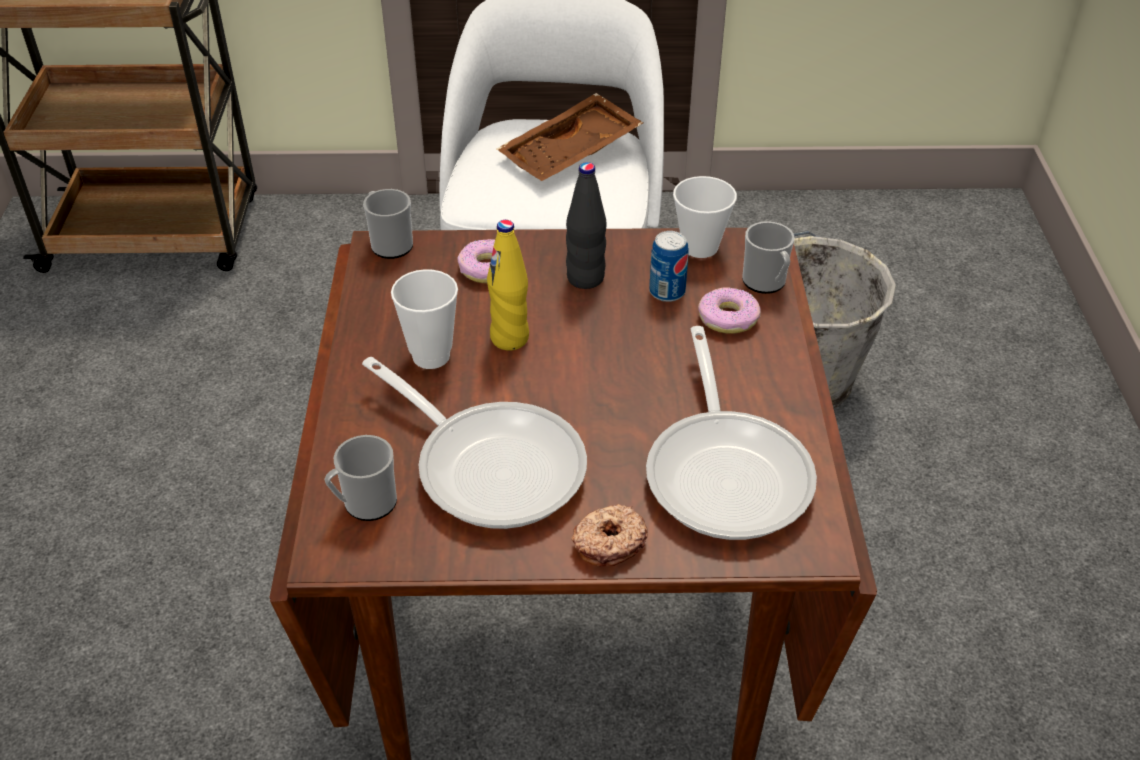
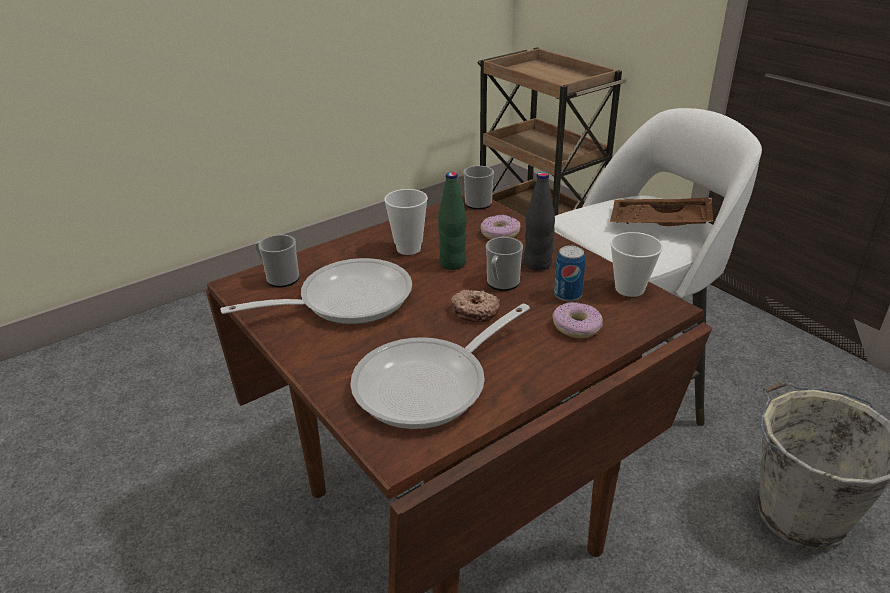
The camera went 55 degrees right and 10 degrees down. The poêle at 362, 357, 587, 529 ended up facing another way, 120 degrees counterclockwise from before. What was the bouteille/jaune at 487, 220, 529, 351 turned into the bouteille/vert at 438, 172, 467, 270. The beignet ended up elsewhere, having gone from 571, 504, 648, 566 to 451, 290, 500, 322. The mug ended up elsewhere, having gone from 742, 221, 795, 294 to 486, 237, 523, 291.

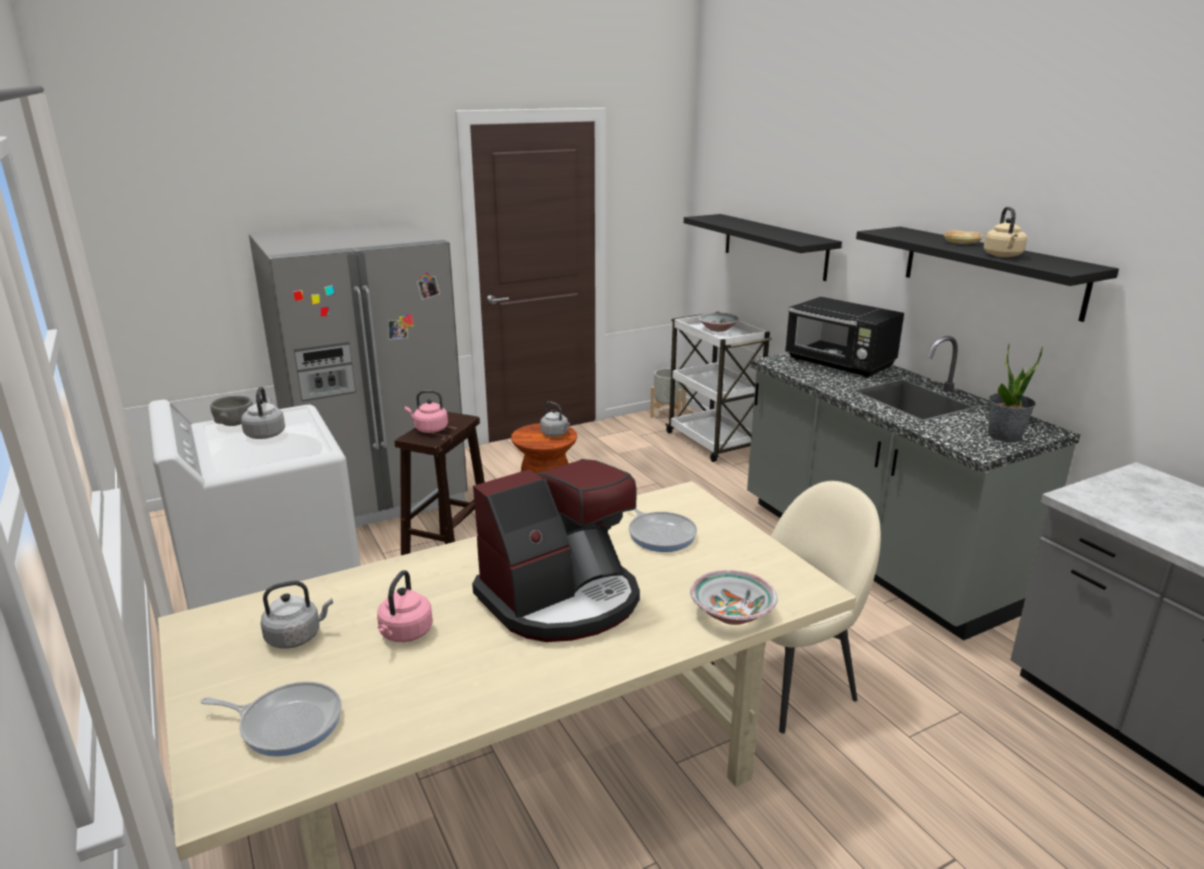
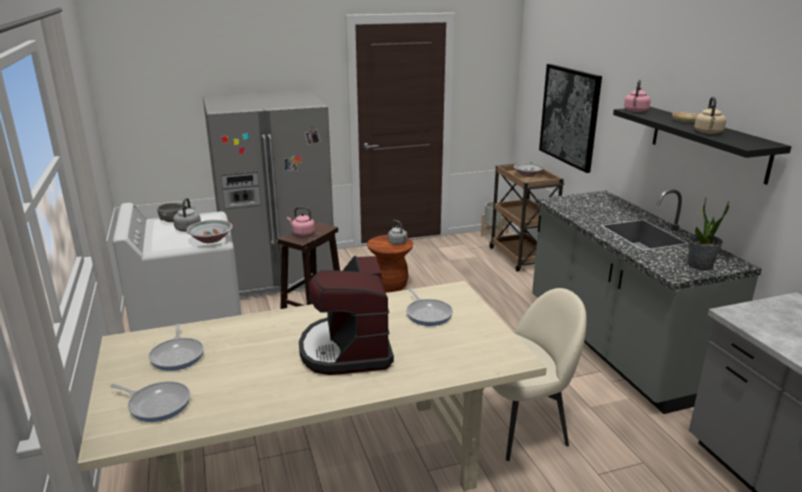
The camera went 10 degrees right and 0 degrees up. Where the bouilloire/gris stood at 261, 581, 333, 649, the poêle came to stand at 149, 324, 204, 371. The bouilloire/rose ended up elsewhere, having gone from 377, 570, 433, 642 to 624, 80, 651, 112. The machine à café at 472, 459, 640, 642 ended up facing another way, 105 degrees clockwise from before. What was the chariot/blanc at 665, 312, 772, 462 turned into the chariot/marron at 489, 162, 564, 271. Where the étagère/noir hung at 684, 214, 842, 281, the tableau came to hang at 539, 64, 602, 173. The bol ended up elsewhere, having gone from 690, 570, 778, 625 to 186, 220, 233, 243. The second view lost the micro-ondes/noir at 785, 297, 904, 378.

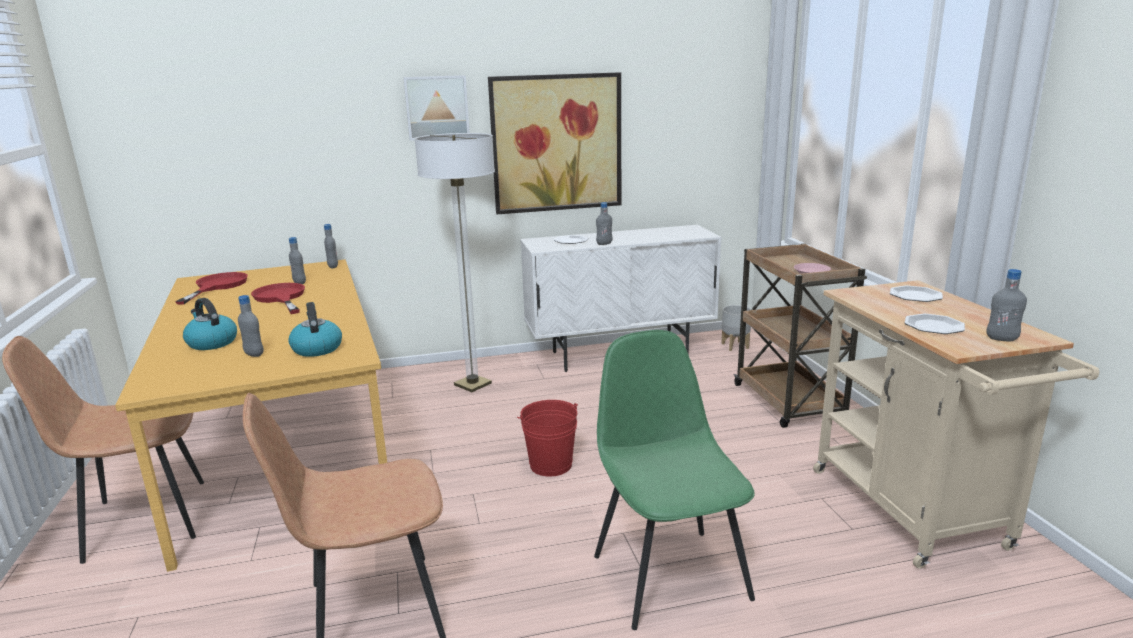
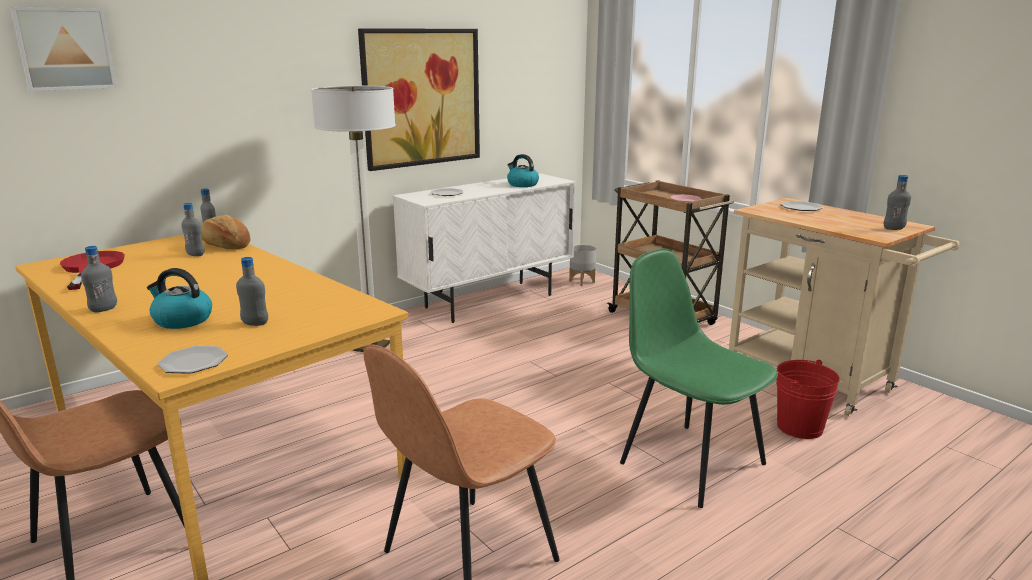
The camera went 25 degrees left and 0 degrees up. The second view lost the poêle/rouge at 251, 283, 305, 314. The bouilloire ended up elsewhere, having gone from 288, 302, 342, 357 to 507, 154, 539, 187. The tableau ended up elsewhere, having gone from 403, 75, 470, 141 to 10, 7, 117, 91. The seau/rouge ended up elsewhere, having gone from 517, 400, 578, 477 to 776, 360, 840, 439. The bouteille/gris ended up elsewhere, having gone from 596, 202, 612, 245 to 81, 246, 117, 313. The assiette ended up elsewhere, having gone from 905, 314, 965, 334 to 157, 346, 228, 374. The second view gained the pain at 201, 215, 251, 250.

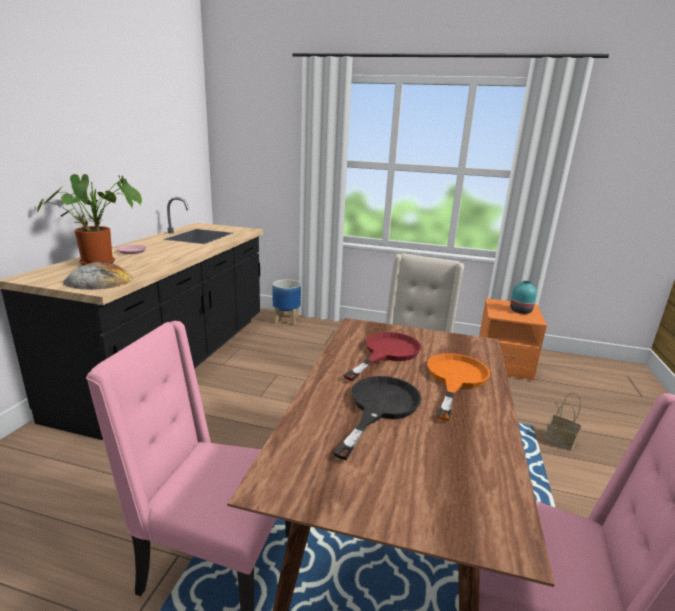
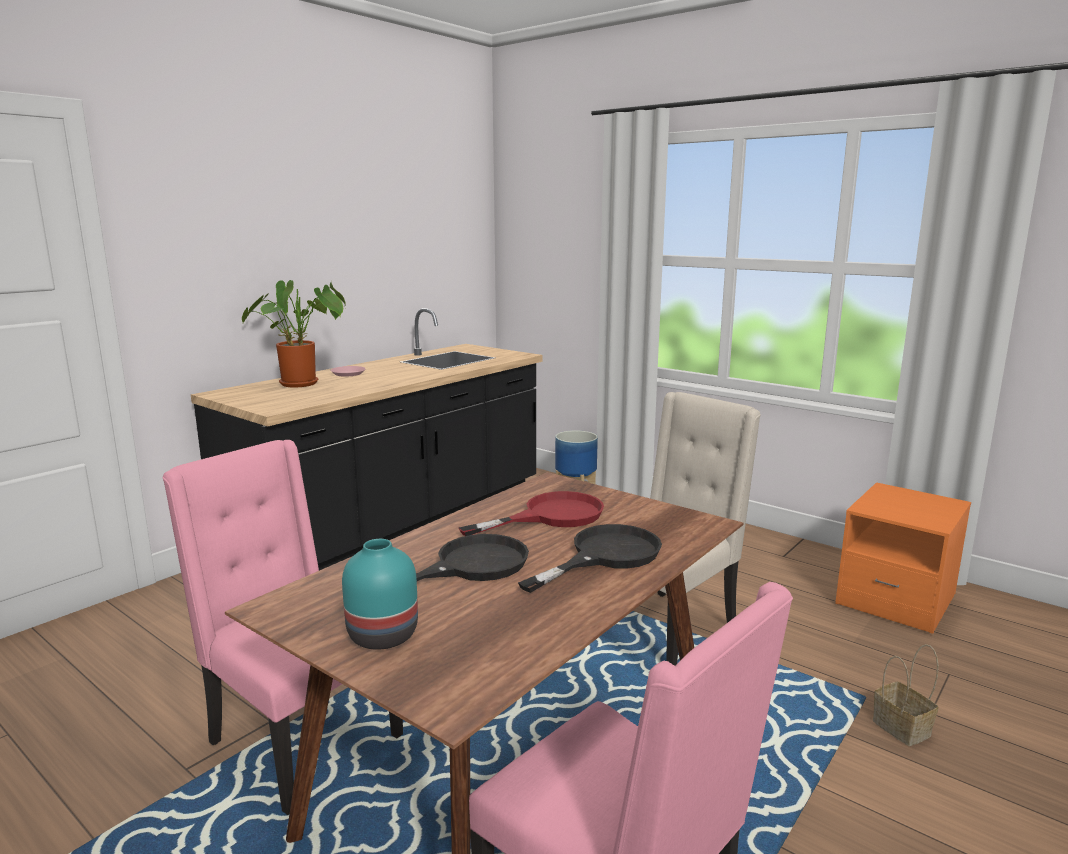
The camera went 25 degrees right and 5 degrees down. The second view lost the pain at 63, 261, 133, 290. What was the poêle/orange at 427, 353, 490, 421 turned into the poêle/noir at 518, 524, 662, 593. The vase/turquoise ended up elsewhere, having gone from 510, 281, 537, 314 to 342, 539, 418, 650.

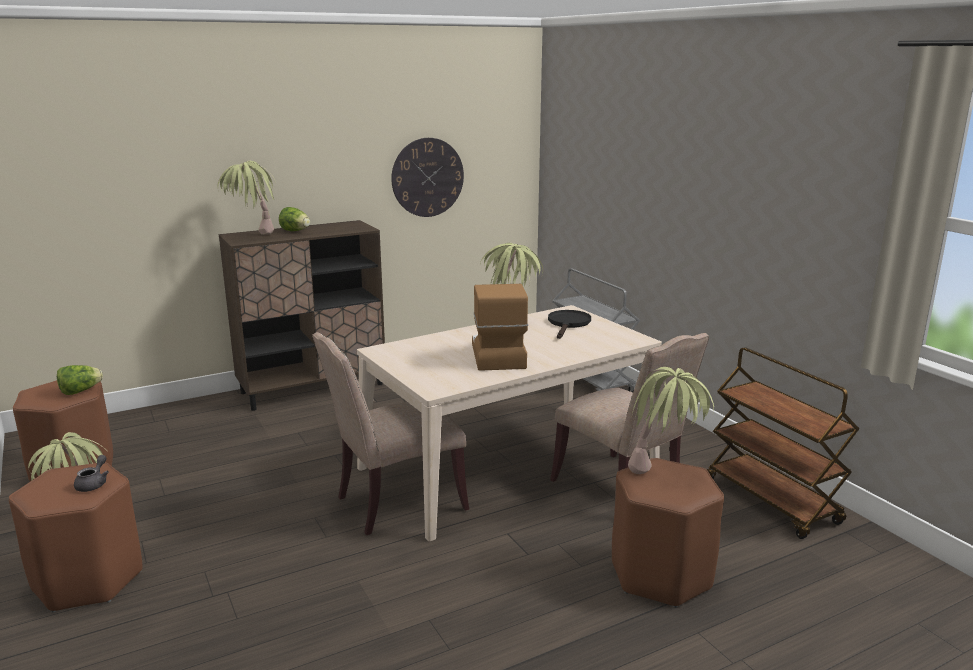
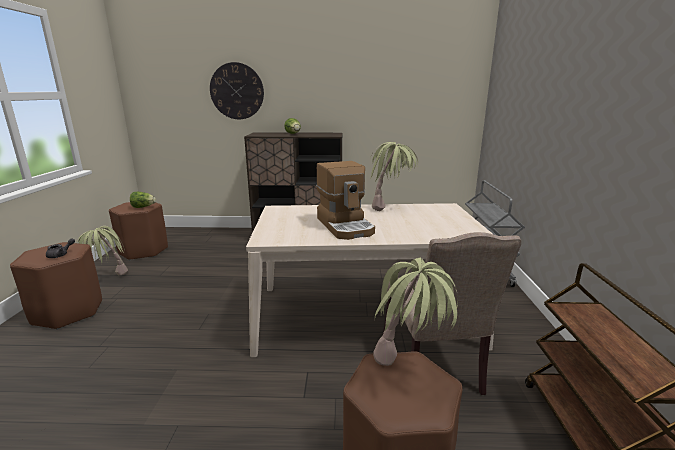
The camera went 30 degrees right and 0 degrees up. The second view lost the plante en pot at 218, 161, 276, 235. The second view lost the chaise/beige at 312, 332, 469, 535. The horloge murale ended up elsewhere, having gone from 391, 138, 464, 217 to 210, 62, 264, 119. The machine à café at 472, 284, 528, 371 ended up facing another way, 135 degrees clockwise from before. The second view lost the poêle/noir at 548, 310, 591, 339.

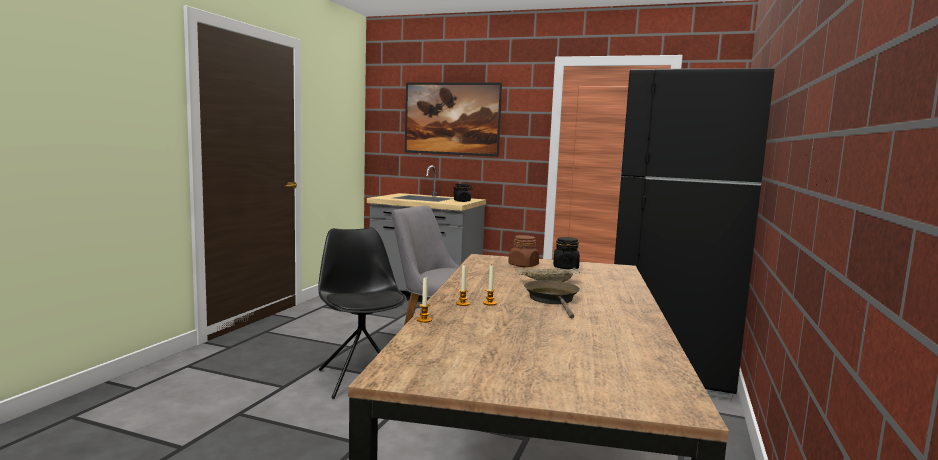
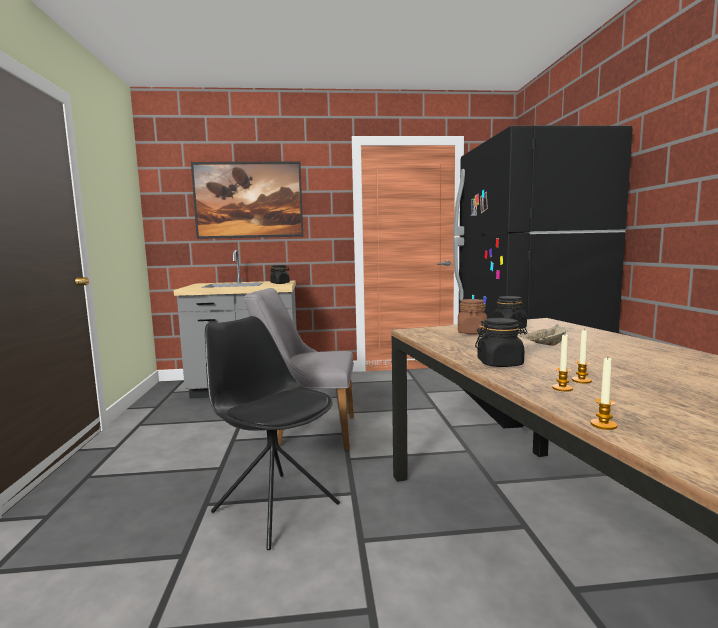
The camera went 25 degrees left and 0 degrees up. The second view lost the poêle/marron at 524, 280, 580, 319. The second view gained the bocal/noir at 475, 318, 527, 367.

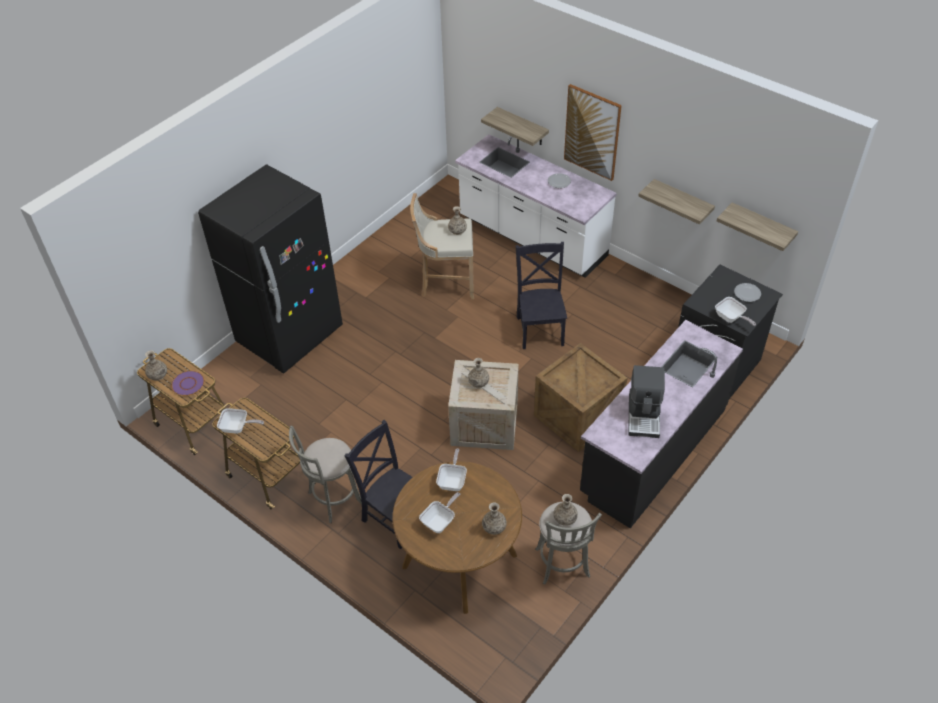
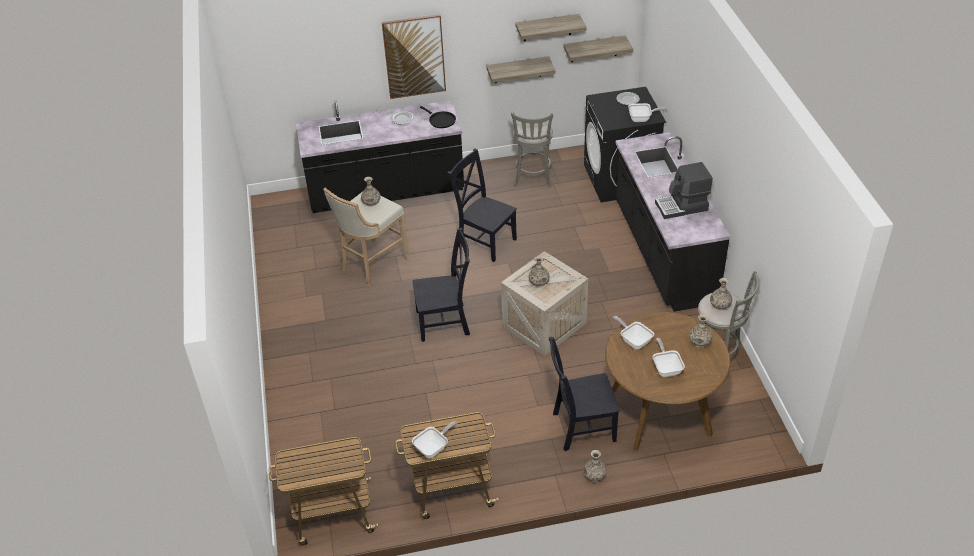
The camera went 50 degrees left and 5 degrees down. The vase ended up elsewhere, having gone from 145, 350, 167, 381 to 583, 450, 607, 482. The second view lost the assiette/violet at 171, 371, 204, 396. The second view lost the réfrigérateur/noir at 198, 165, 343, 374. The tabouret/gris ended up elsewhere, having gone from 289, 426, 362, 523 to 511, 112, 553, 187. What was the comptoir de cuisine/blanc at 455, 134, 617, 278 turned into the comptoir de cuisine/noir at 296, 100, 464, 213. The étagère ended up elsewhere, having gone from 481, 107, 549, 146 to 515, 14, 587, 41. The second view lost the caisse at 534, 343, 628, 452. The machine à café at 628, 365, 665, 438 ended up facing another way, 120 degrees clockwise from before. The second view gained the chaise/noir at 413, 228, 470, 342. The second view gained the poêle/noir at 420, 106, 456, 128.

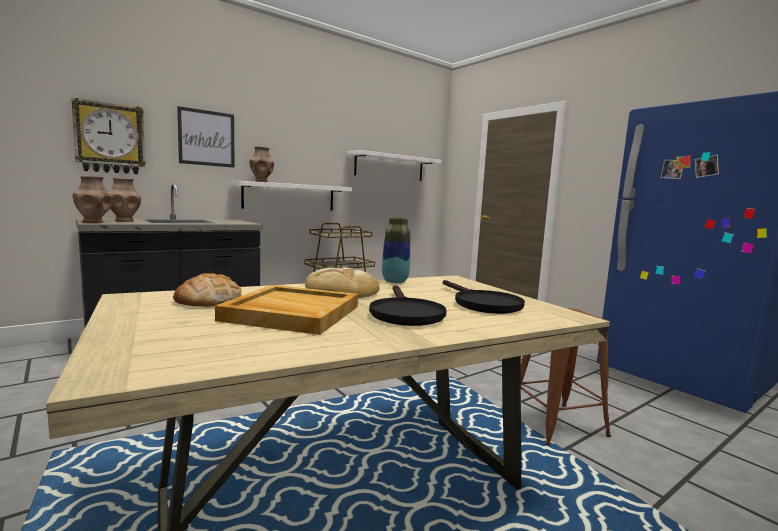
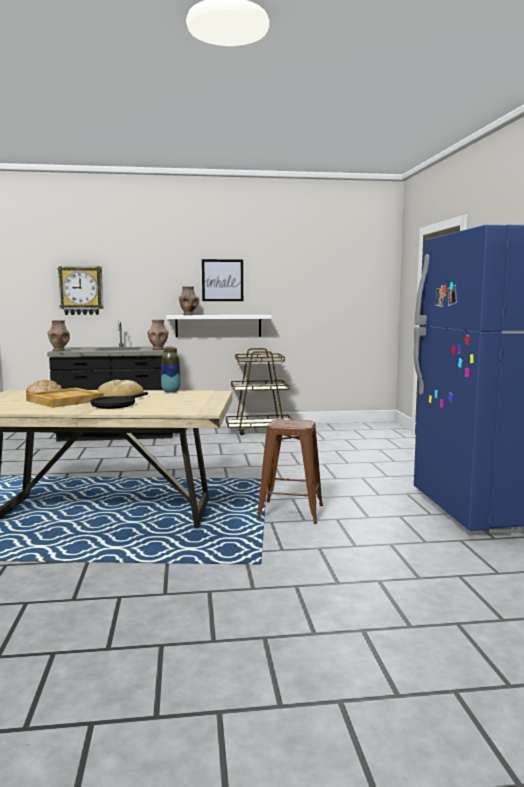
The camera went 30 degrees right and 0 degrees up. The vase/marron ended up elsewhere, having gone from 108, 178, 141, 222 to 147, 320, 168, 350. The tableau ended up elsewhere, having gone from 177, 106, 235, 168 to 202, 259, 243, 301. The second view lost the étagère/blanc at 348, 150, 441, 181. The second view lost the poêle/noir at 443, 280, 525, 314.

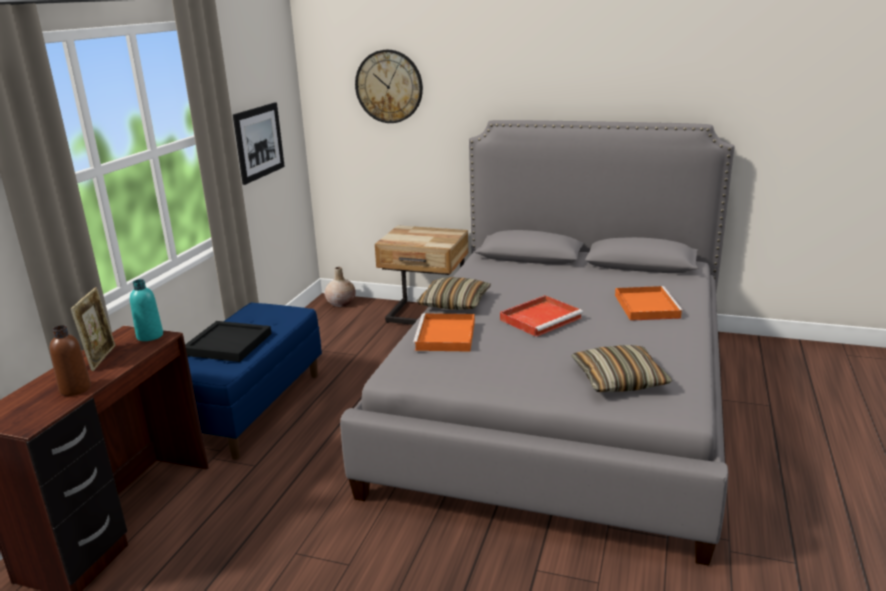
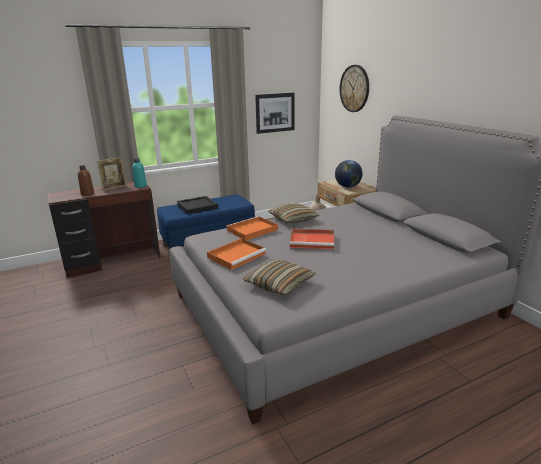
The camera went 45 degrees right and 0 degrees up. The plateau/orange ended up elsewhere, having gone from 615, 286, 684, 321 to 207, 238, 267, 270. The second view gained the globe at 335, 160, 363, 188.

